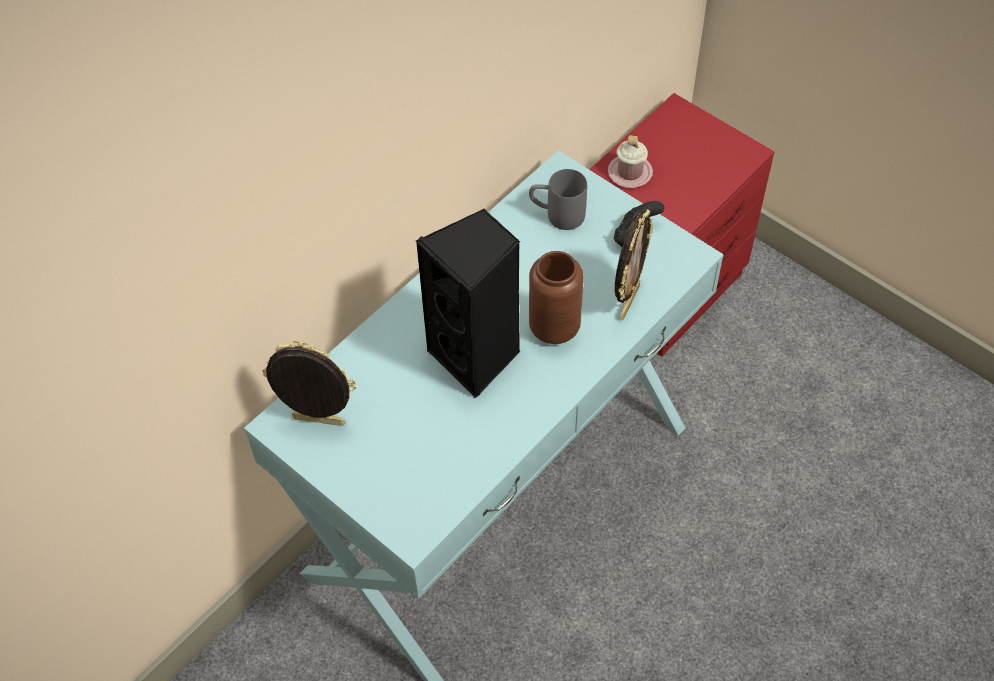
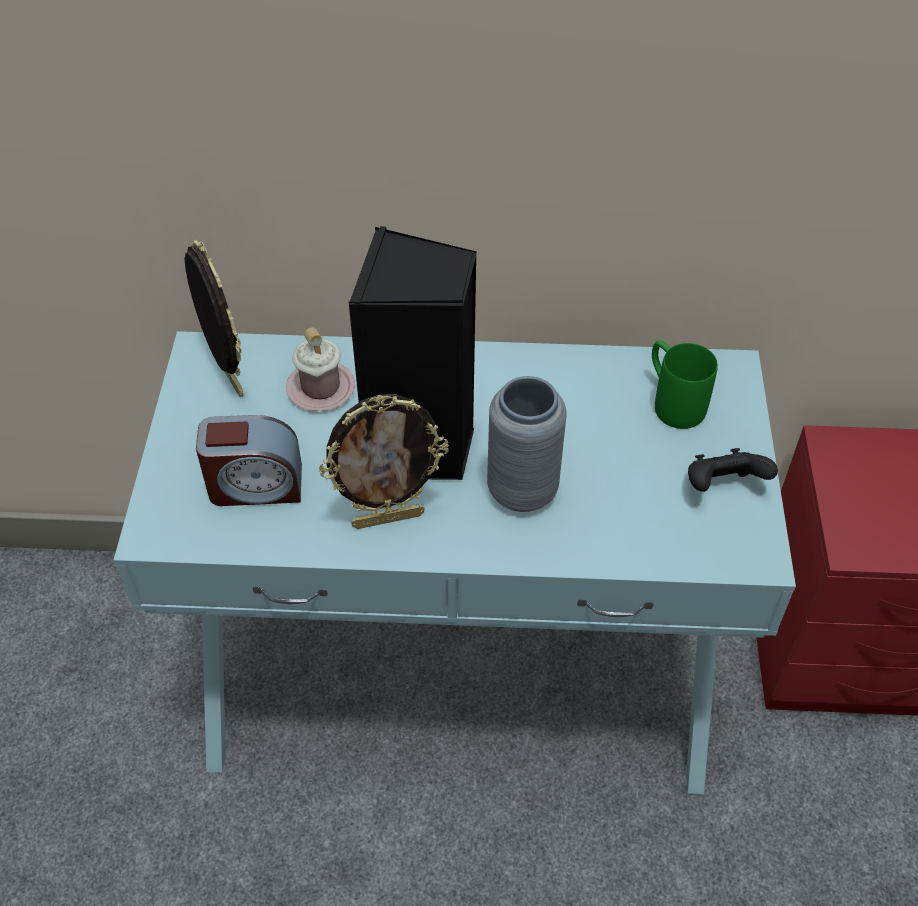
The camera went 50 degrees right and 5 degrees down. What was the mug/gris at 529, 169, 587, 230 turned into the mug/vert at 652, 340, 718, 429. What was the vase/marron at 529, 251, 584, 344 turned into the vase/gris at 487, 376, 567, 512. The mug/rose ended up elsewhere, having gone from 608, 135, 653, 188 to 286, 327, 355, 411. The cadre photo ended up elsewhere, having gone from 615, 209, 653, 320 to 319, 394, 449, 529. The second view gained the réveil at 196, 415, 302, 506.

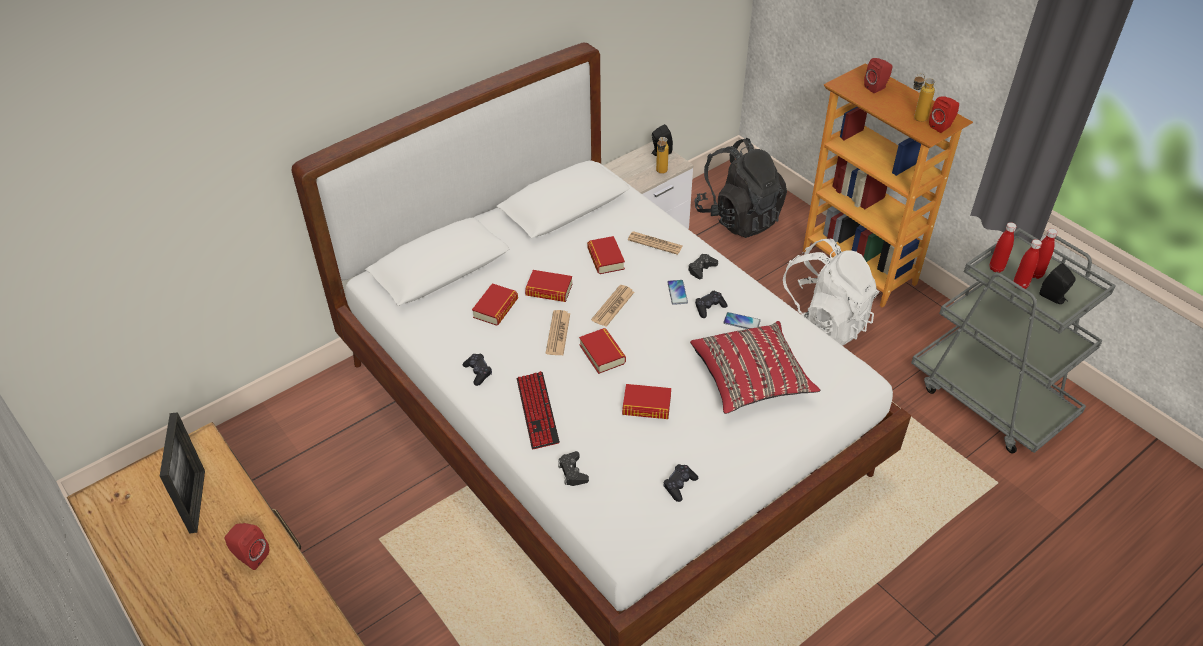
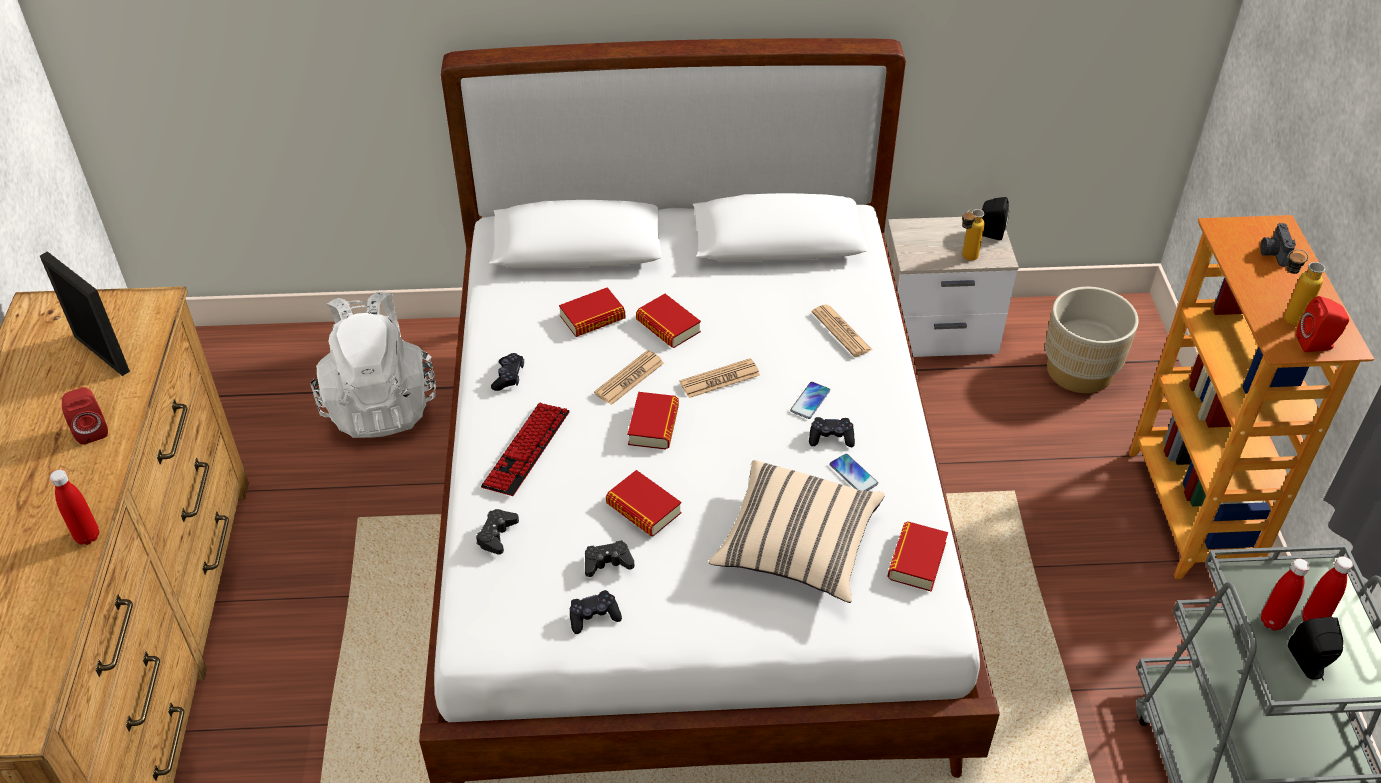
The camera went 35 degrees right and 0 degrees up. The cadre photo at 160, 412, 205, 534 ended up facing another way, 75 degrees counterclockwise from before. The livre ended up elsewhere, having gone from 587, 236, 625, 274 to 887, 521, 948, 592. The manette/noir ended up elsewhere, having gone from 688, 254, 718, 279 to 585, 540, 634, 577. What was the coussin/rouge at 690, 321, 820, 414 turned into the coussin/beige at 709, 460, 885, 603. Where the sac à dos/noir stood at 694, 138, 787, 238, the cache-pot/beige came to stand at 1045, 287, 1139, 393. The sac à dos/blanc ended up elsewhere, having gone from 783, 239, 879, 346 to 311, 292, 436, 438. Where the enceinte/rouge stood at 864, 58, 892, 93, the appareil photo came to stand at 1260, 223, 1296, 266. The bouteille/rouge ended up elsewhere, having gone from 990, 222, 1017, 273 to 50, 469, 99, 545.

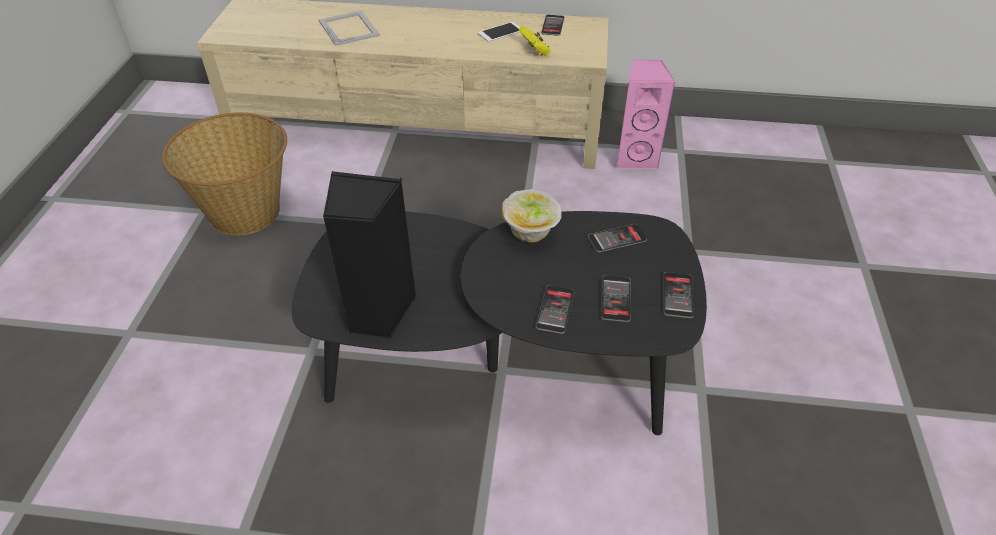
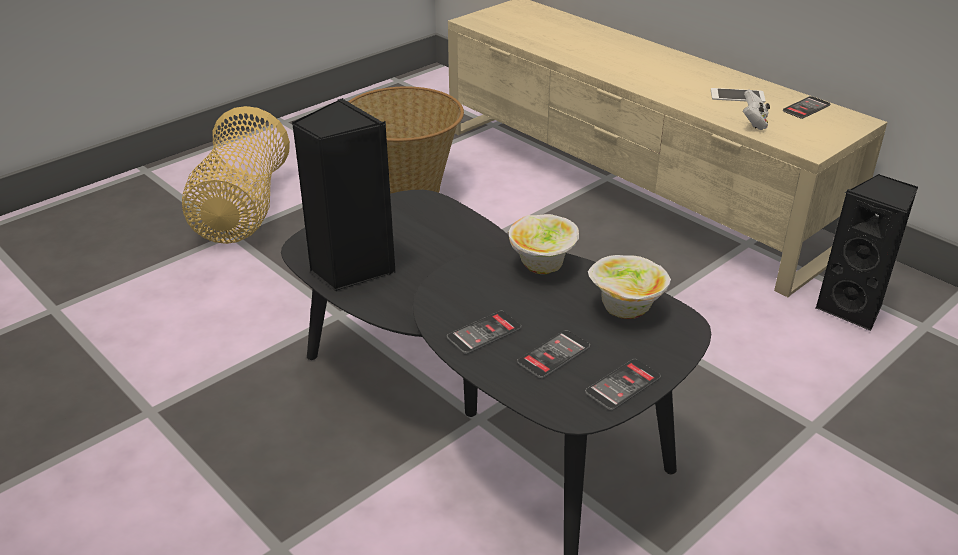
The camera went 40 degrees right and 10 degrees down. The second view lost the cadre photo at 319, 11, 380, 46. What was the manette/jaune at 519, 26, 550, 56 turned into the manette/blanc at 743, 89, 770, 130. Where the téléphone stood at 588, 224, 647, 253, the bol came to stand at 588, 255, 671, 319. What was the enceinte/rose at 617, 60, 675, 170 turned into the enceinte/noir at 816, 174, 918, 332. The second view gained the panier at 182, 106, 290, 244.

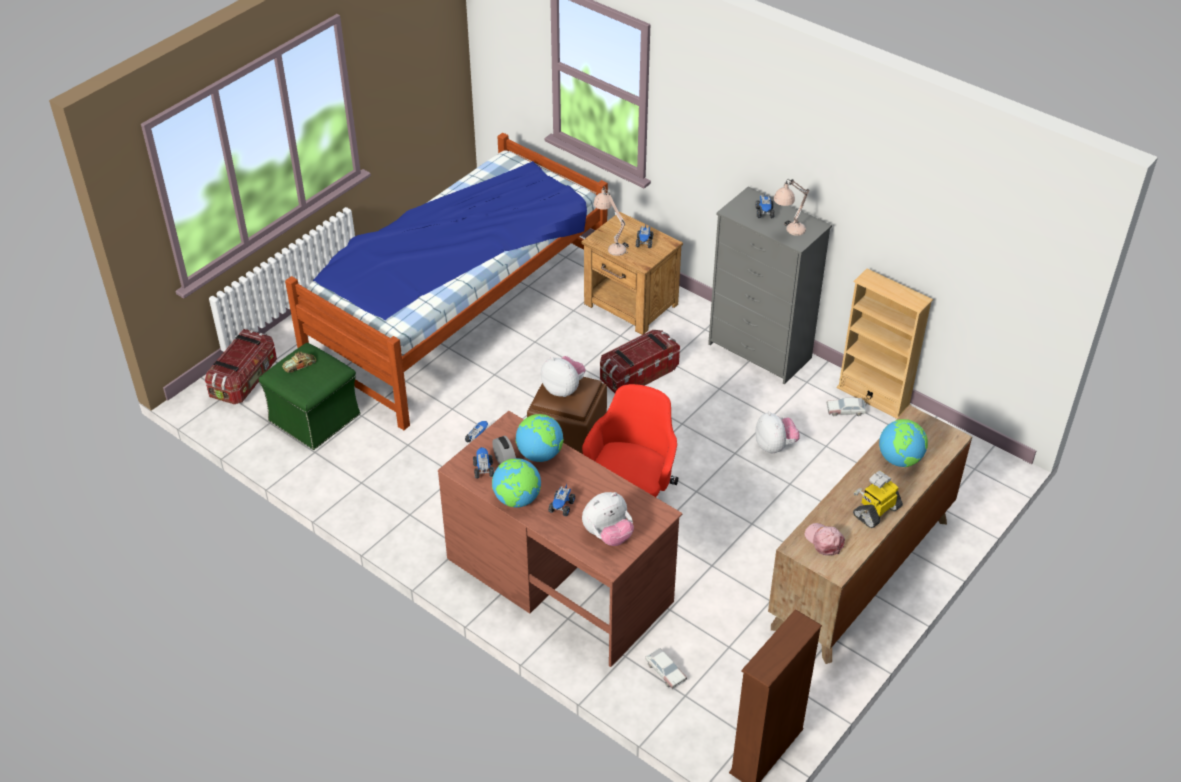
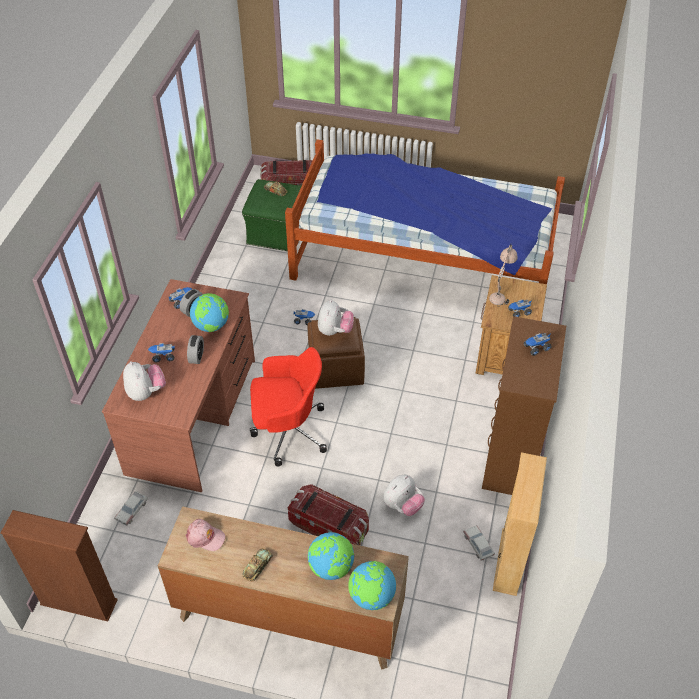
The camera went 65 degrees right and 5 degrees up. The globe ended up elsewhere, having gone from 492, 458, 541, 507 to 348, 561, 396, 610. The peluche at 582, 492, 634, 546 ended up facing another way, 150 degrees counterclockwise from before. The boîte de rangement ended up elsewhere, having gone from 600, 330, 680, 393 to 288, 484, 369, 545. What was the commode/gris at 708, 187, 832, 384 turned into the commode/marron at 482, 316, 566, 495. The second view lost the lampe de table/beige at 774, 179, 809, 236. The casquette/rose at 805, 523, 845, 556 ended up facing another way, 75 degrees clockwise from before. Where the robot jouet stood at 853, 471, 903, 528, the petite voiture came to stand at 242, 549, 273, 582. The second view gained the réveil at 187, 335, 204, 364.

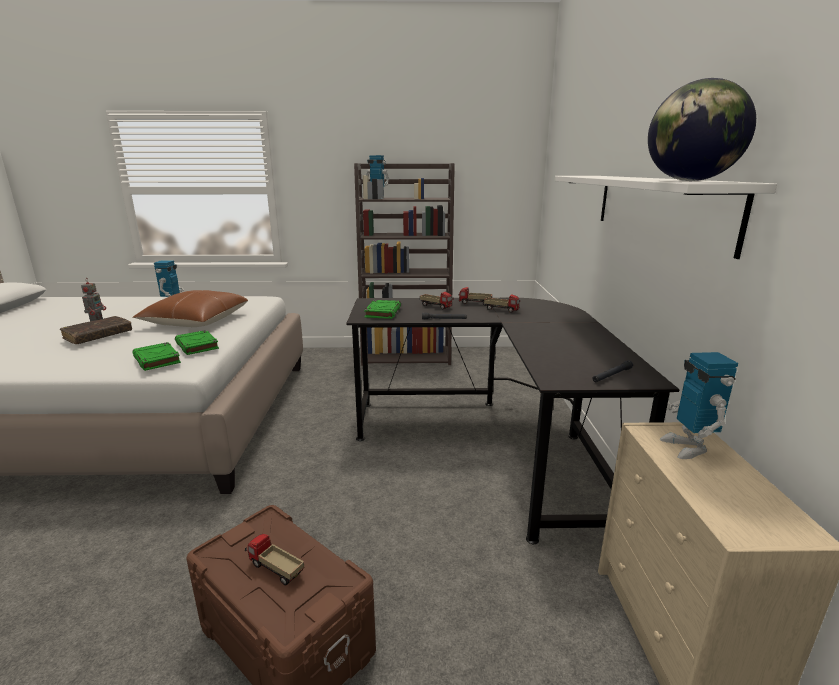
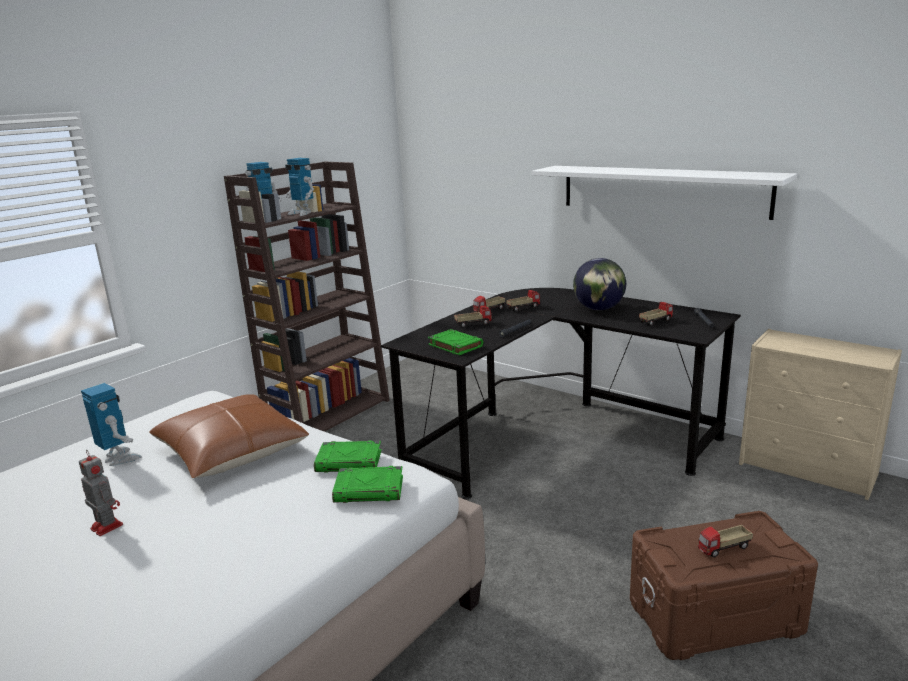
The camera went 50 degrees left and 0 degrees up. The second view lost the livre/marron at 60, 316, 132, 344. The globe ended up elsewhere, having gone from 648, 78, 756, 181 to 573, 258, 626, 310. The robot jouet ended up elsewhere, having gone from 660, 352, 738, 459 to 285, 158, 314, 216. The second view gained the camion jouet at 639, 302, 673, 326.

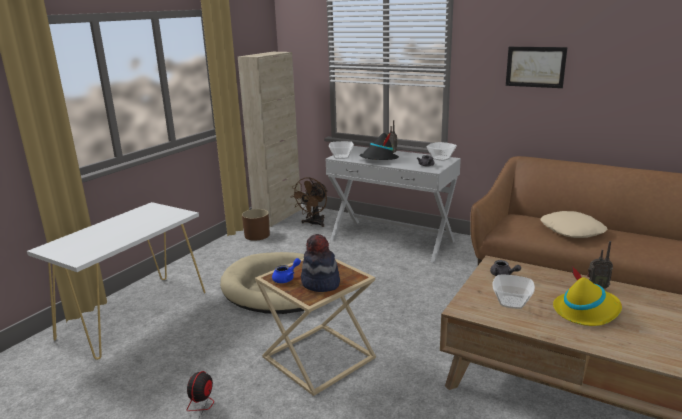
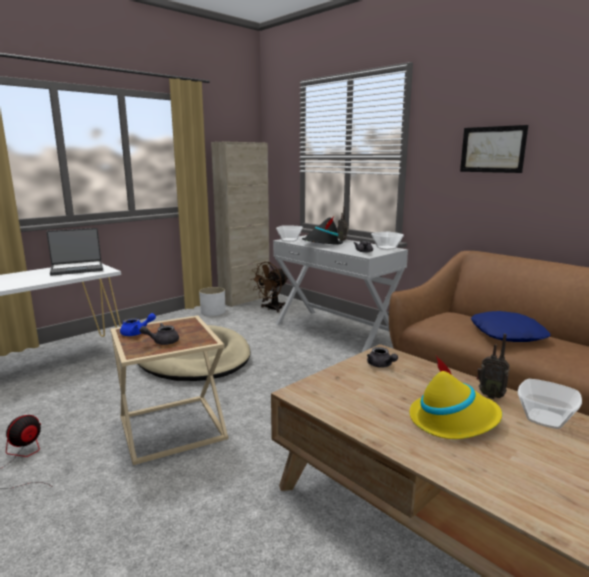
The camera went 15 degrees right and 5 degrees down. What was the cache-pot/marron at 242, 209, 270, 241 turned into the cache-pot/blanc at 199, 287, 225, 316. Where the chapeau stood at 301, 234, 340, 292, the théière/gris came to stand at 139, 323, 179, 345. The bol ended up elsewhere, having gone from 492, 275, 535, 309 to 518, 379, 582, 429. What was the coussin/beige at 540, 211, 608, 238 turned into the coussin/bleu at 471, 311, 550, 342. The second view gained the ordinateur portable at 47, 228, 103, 276.

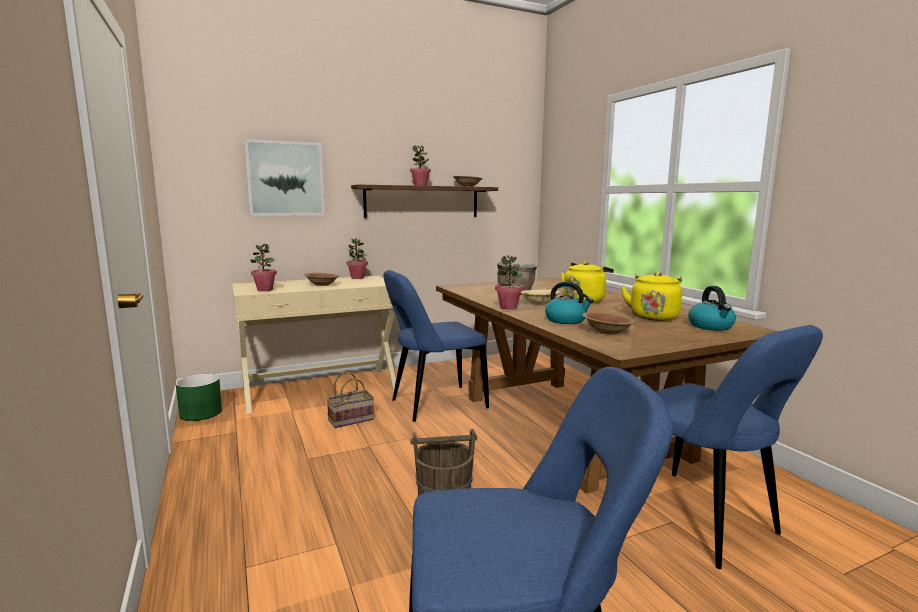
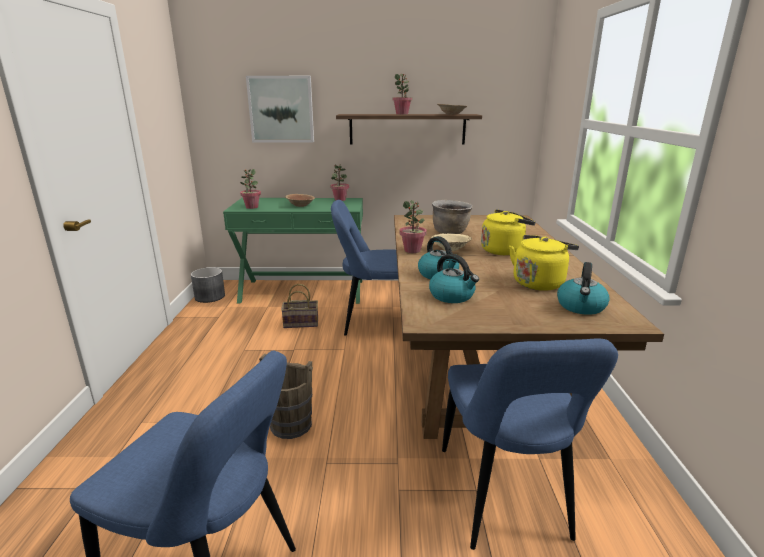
The camera went 25 degrees right and 10 degrees up. What was the cache-pot/vert at 175, 374, 222, 421 turned into the cache-pot/gris at 191, 267, 225, 303. What was the table console/beige at 232, 275, 396, 414 turned into the table console/vert at 223, 198, 363, 304. Where the bol/marron stood at 582, 311, 636, 335, the bouilloire came to stand at 429, 254, 479, 303.

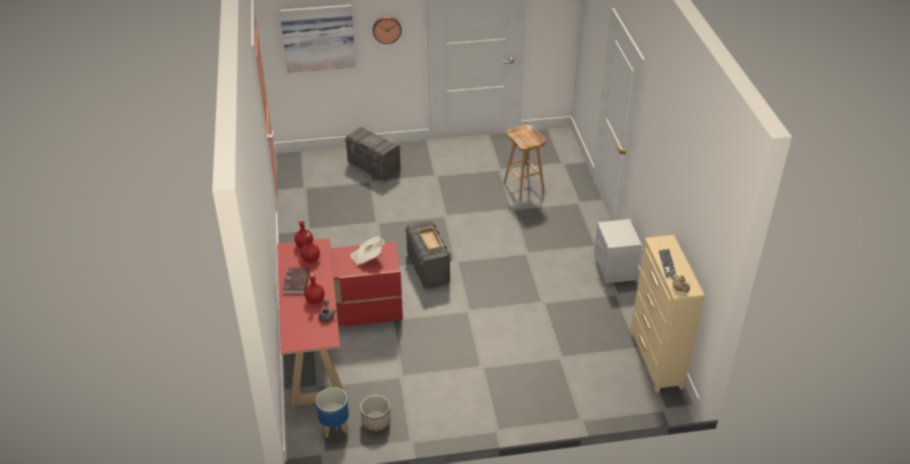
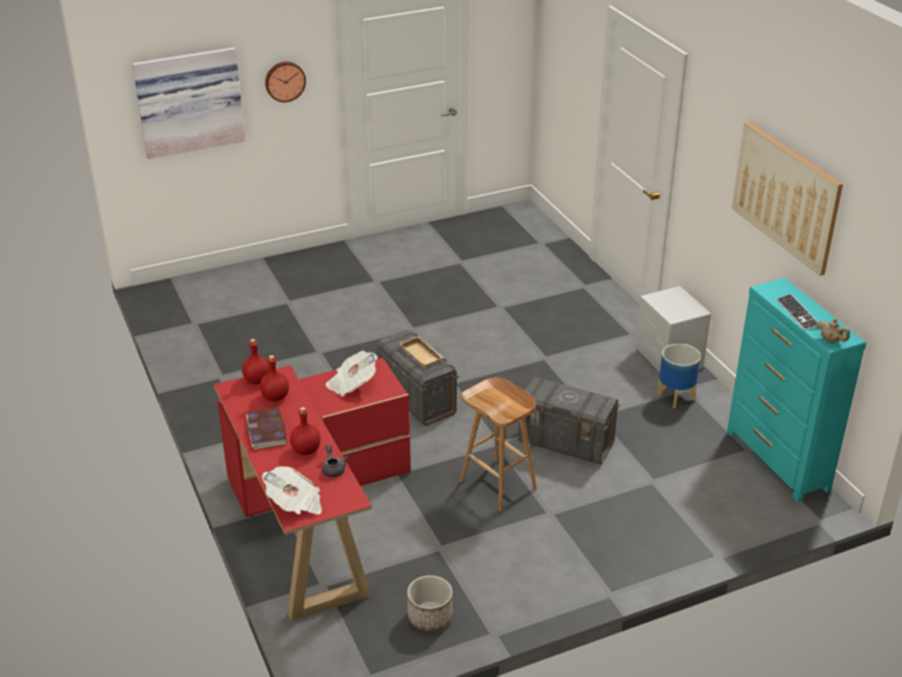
The camera went 15 degrees left and 5 degrees down. The cache-pot ended up elsewhere, having gone from 316, 387, 349, 438 to 657, 344, 701, 408. The boîte de rangement/gris ended up elsewhere, having gone from 345, 127, 401, 182 to 518, 377, 620, 465. The tabouret/marron ended up elsewhere, having gone from 504, 125, 546, 201 to 460, 377, 537, 511. What was the commode/beige at 631, 235, 705, 393 turned into the commode/turquoise at 727, 278, 866, 502. The second view gained the journal at 262, 466, 322, 514. The second view gained the tableau at 732, 122, 843, 276.

